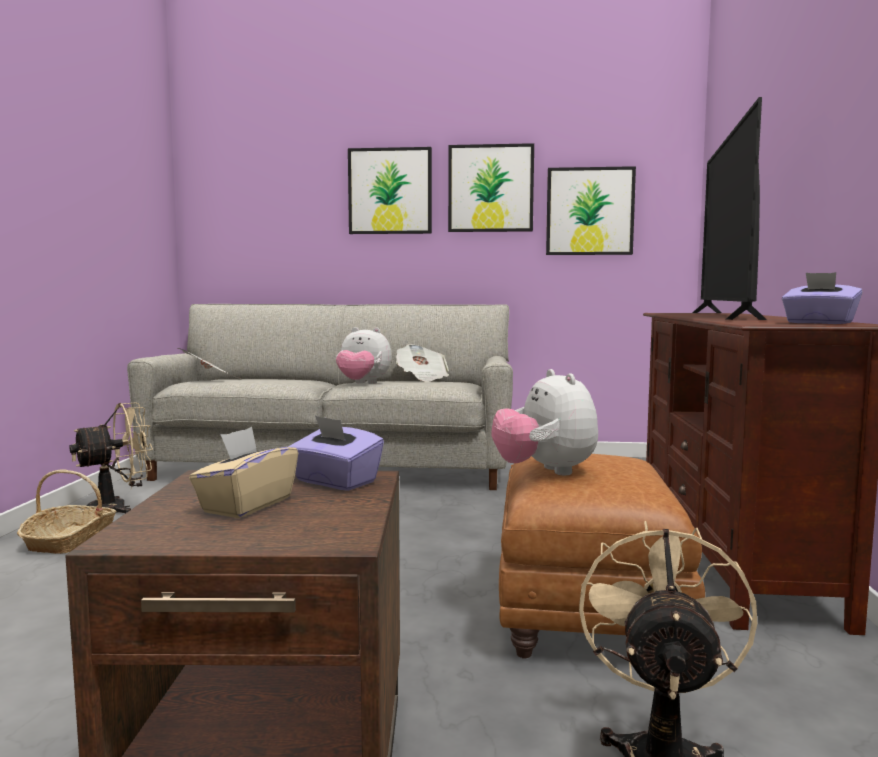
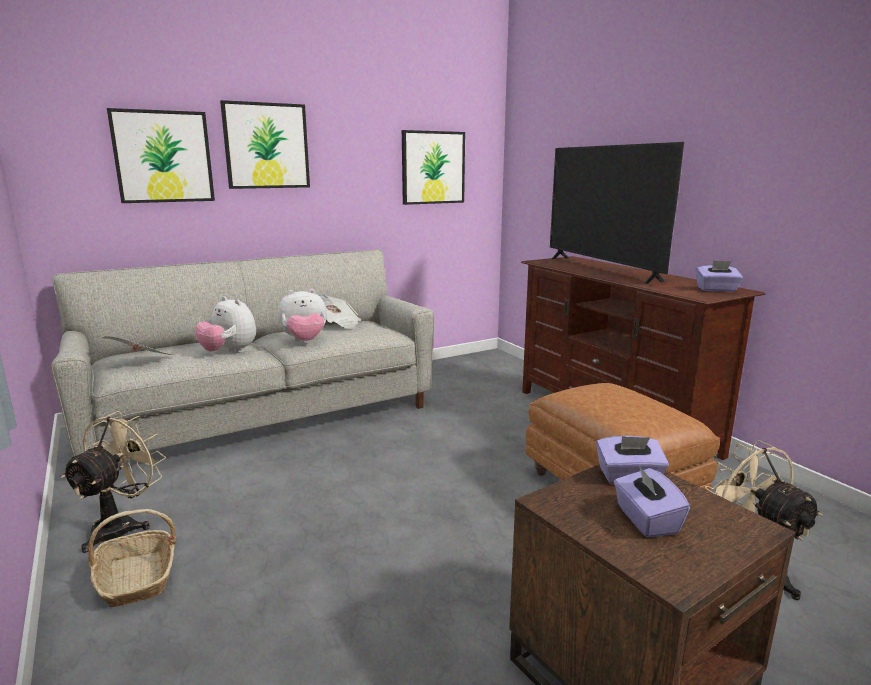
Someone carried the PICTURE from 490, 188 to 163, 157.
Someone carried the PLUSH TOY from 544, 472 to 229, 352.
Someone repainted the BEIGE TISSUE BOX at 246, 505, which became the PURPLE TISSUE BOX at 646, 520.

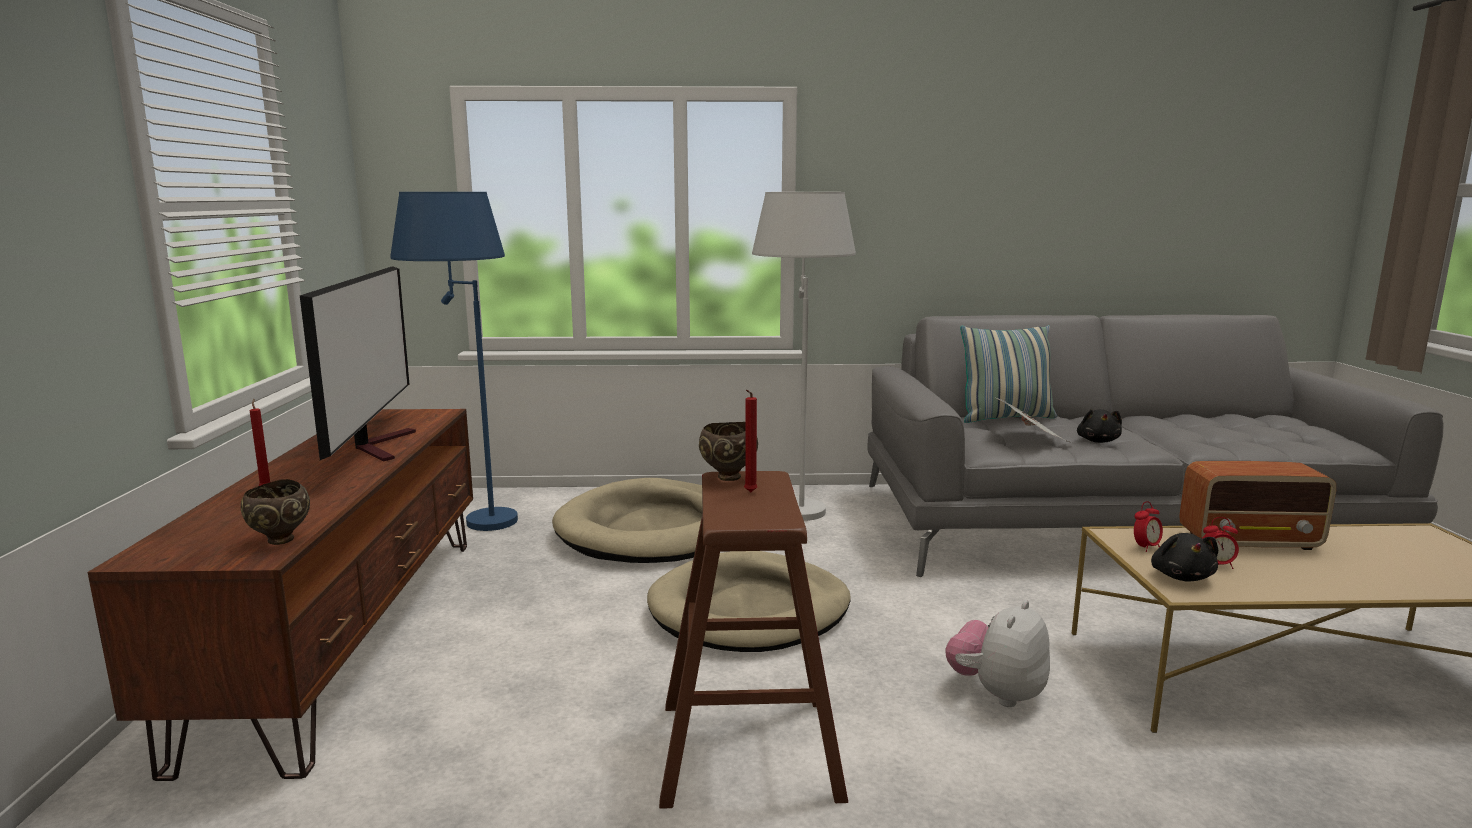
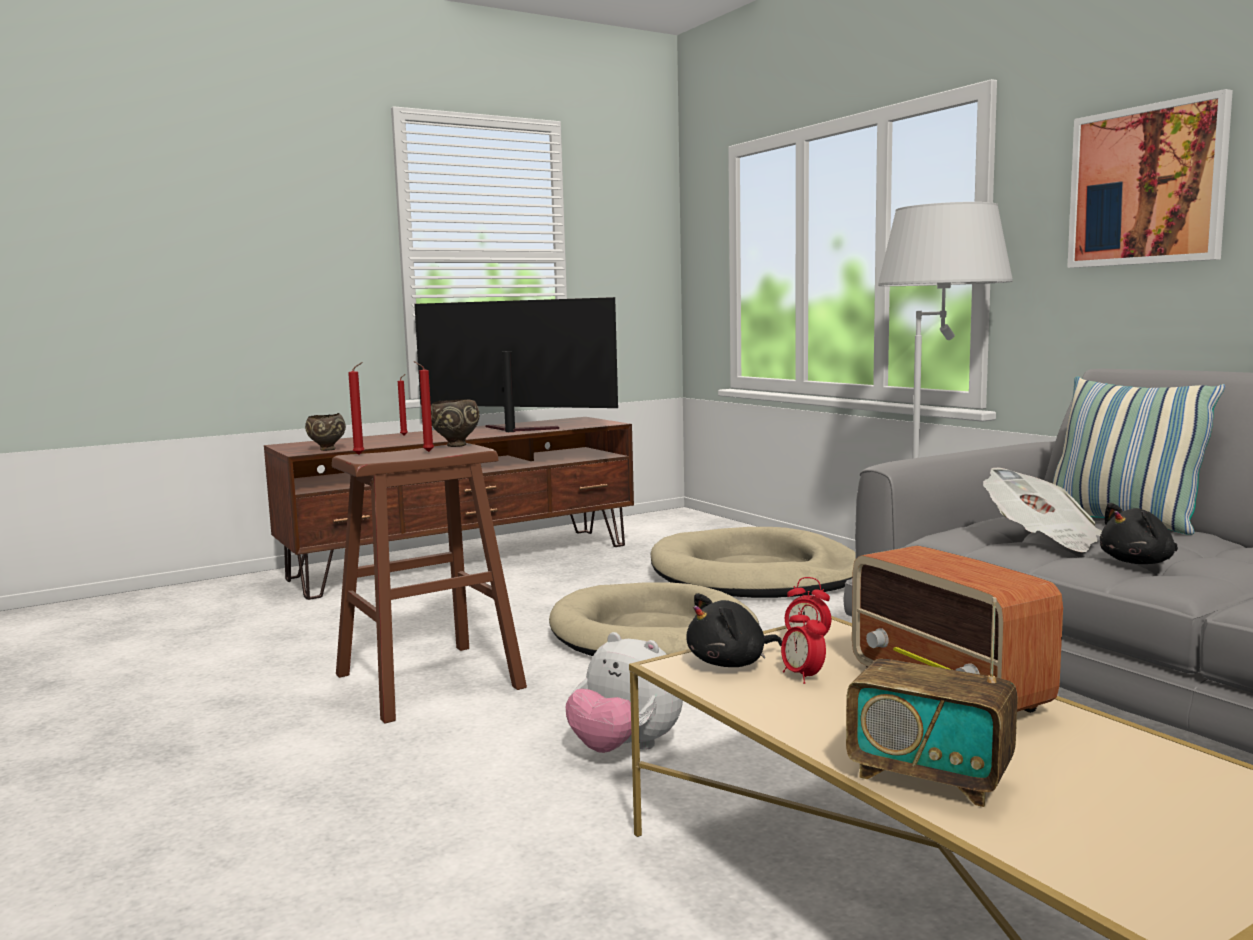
Someone took away the BLUE FLOOR LAMP at 469, 517.
Someone put down the RED CANDLE at 361, 454.
Someone put down the RADIO at 929, 777.
Someone put up the PICTURE at 1147, 185.
Someone rotated the TELEVISION at 379, 445 by 120 degrees counterclockwise.
Someone rotated the PLUSH TOY at 997, 693 by 150 degrees counterclockwise.

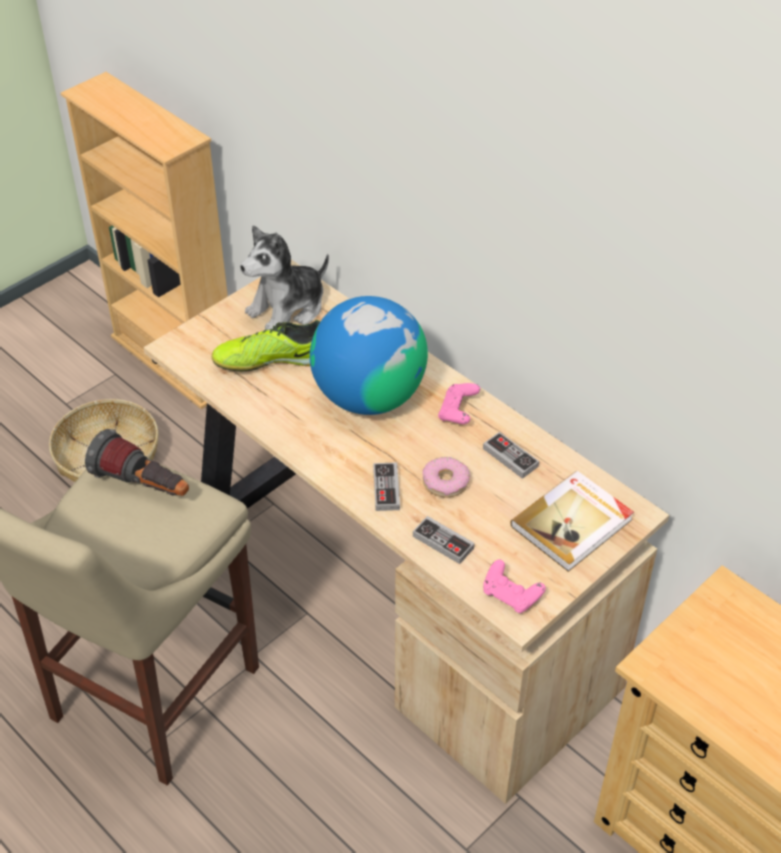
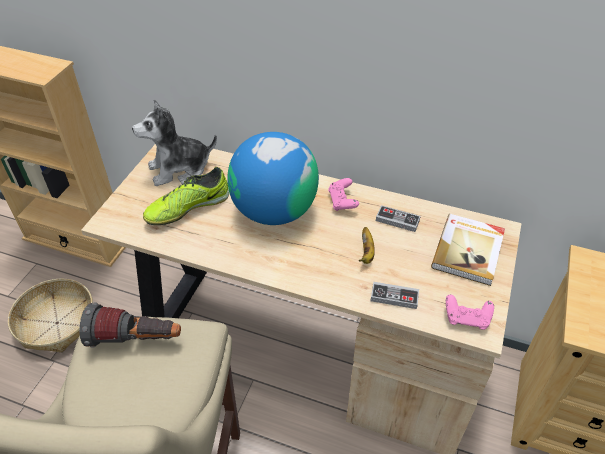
Someone took away the GAME CONTROLLER at 386, 489.
Someone swapped the DONUT at 445, 482 for the BANANA at 366, 253.
Someone rotated the PLUSH TOY at 288, 309 by 45 degrees clockwise.

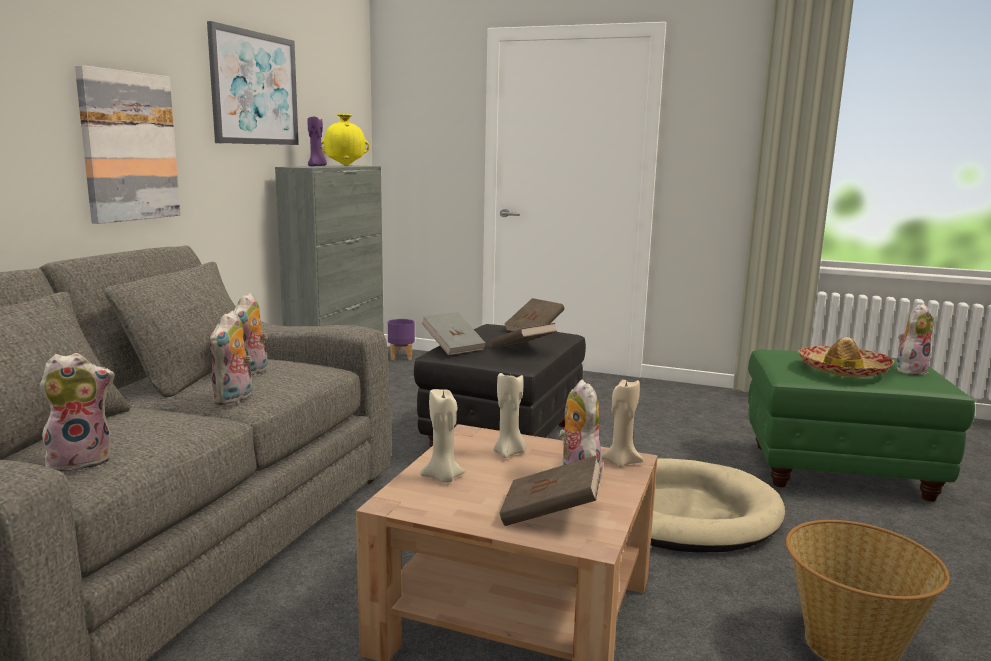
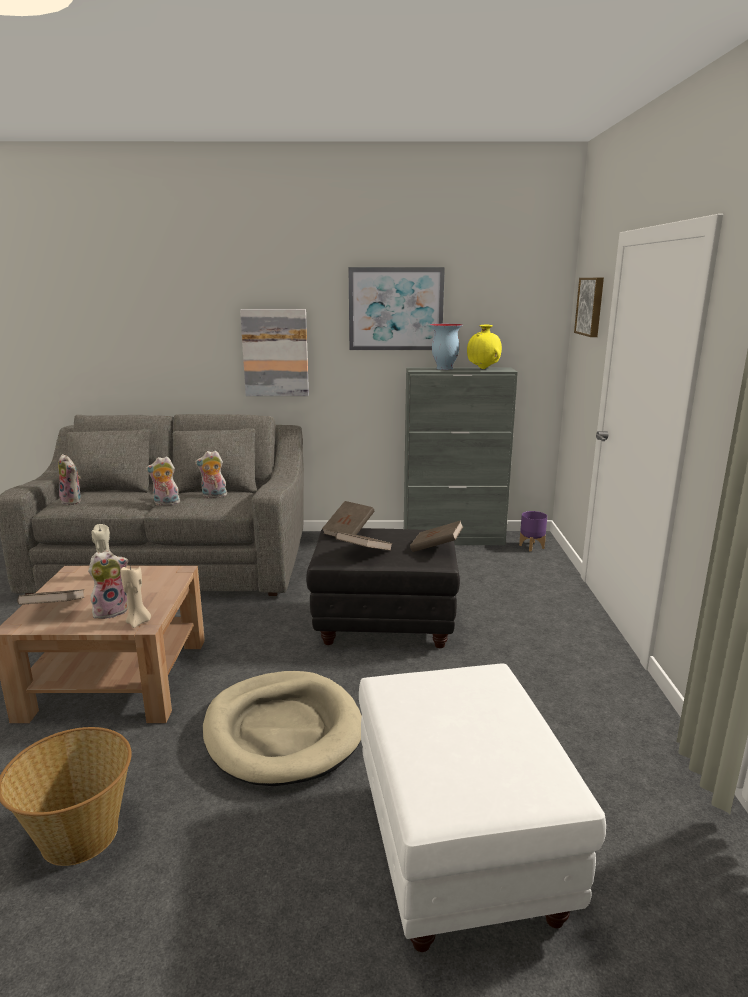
Someone took away the BEIGE CANDLE at 509, 453.
Someone took away the HAT at 843, 370.
Someone took away the PLUSH TOY at 910, 370.
Someone put up the PICTURE at 591, 306.
Someone swapped the PURPLE CANDLE at 317, 166 for the VASE at 444, 368.
Someone repainted the GREY BOOK at 453, 347, which became the BROWN BOOK at 348, 531.
Someone repainted the GREEN OTTOMAN at 838, 471, which became the WHITE OTTOMAN at 461, 849.

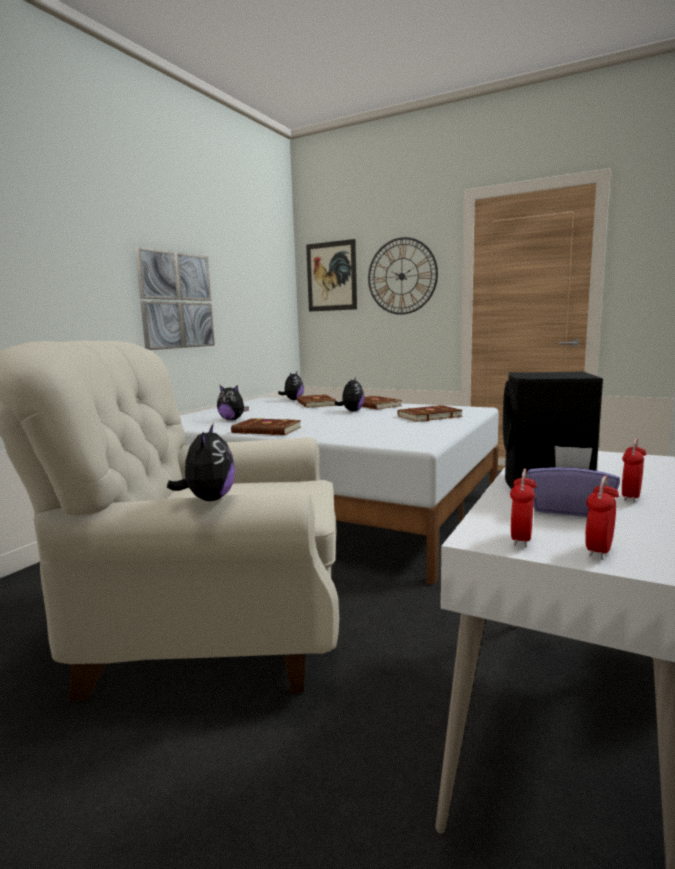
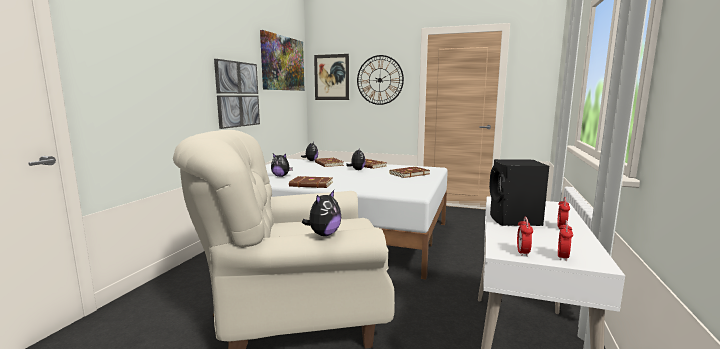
Someone took away the PURPLE TISSUE BOX at 569, 509.
Someone put up the PICTURE at 283, 63.
Someone rotated the PLUSH TOY at 208, 499 by 45 degrees clockwise.

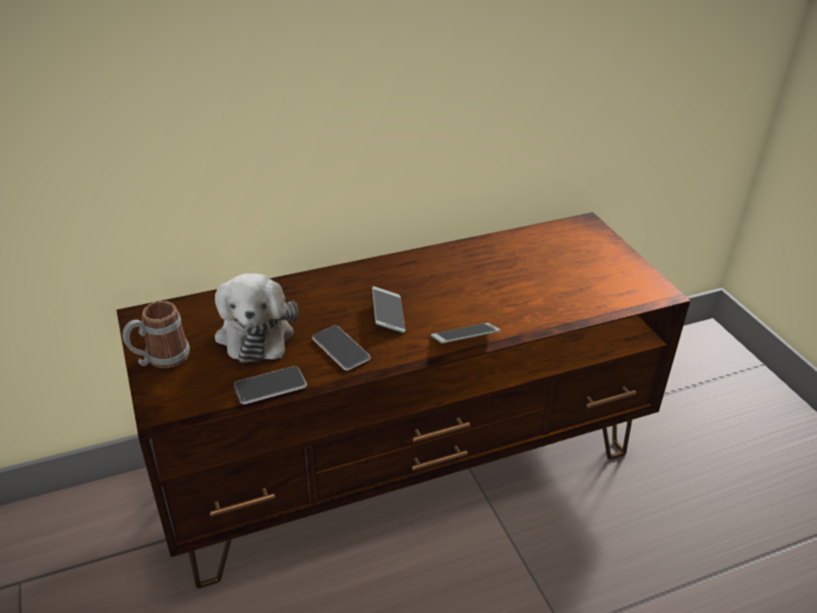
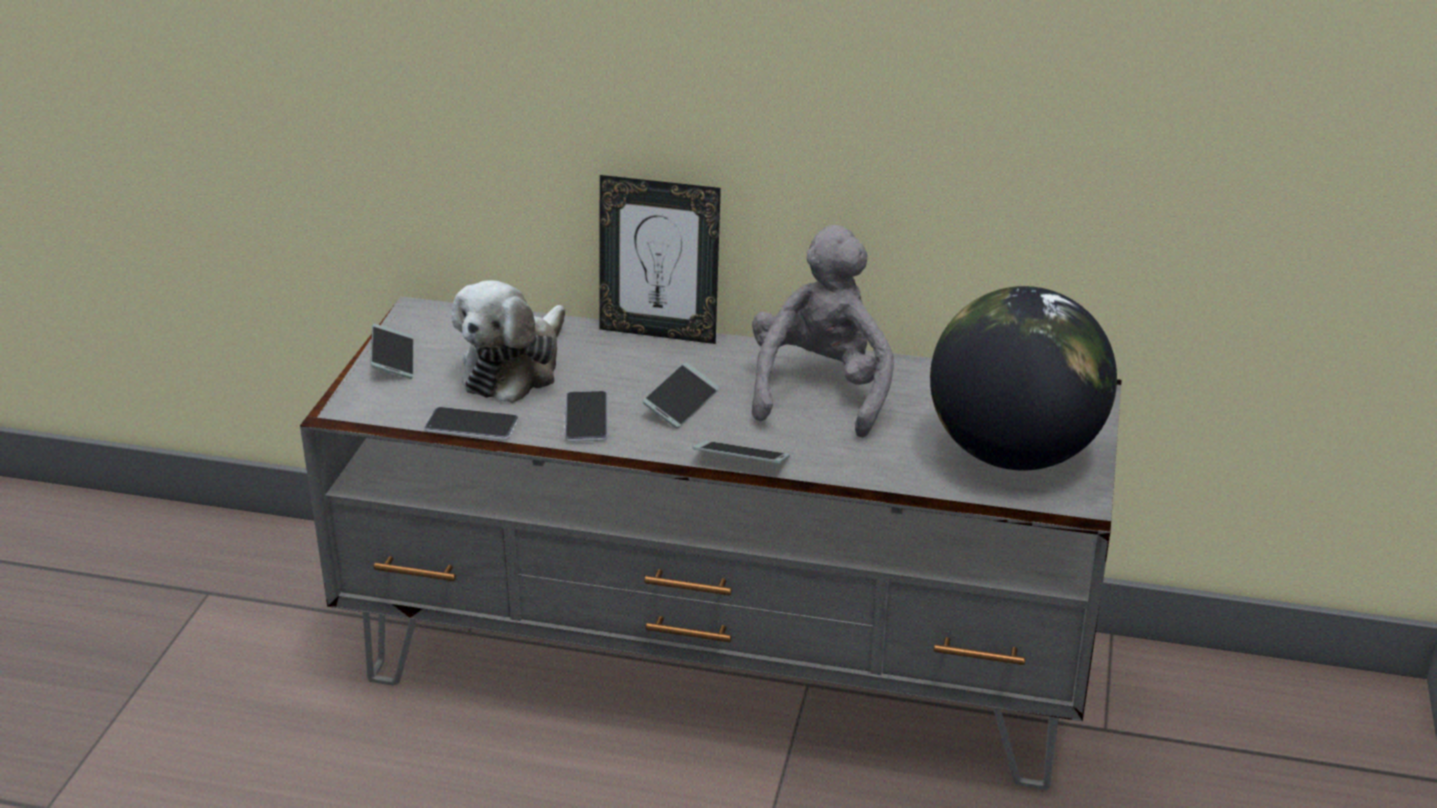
Someone put down the PICTURE FRAME at 659, 331.
Someone put down the GREY PLUSH TOY at 821, 391.
Someone put down the GLOBE at 1014, 454.
Someone swapped the MUG at 160, 359 for the PHONE at 393, 359.
Someone repainted the BROWN TV STAND at 406, 467, which became the GREY TV STAND at 720, 668.

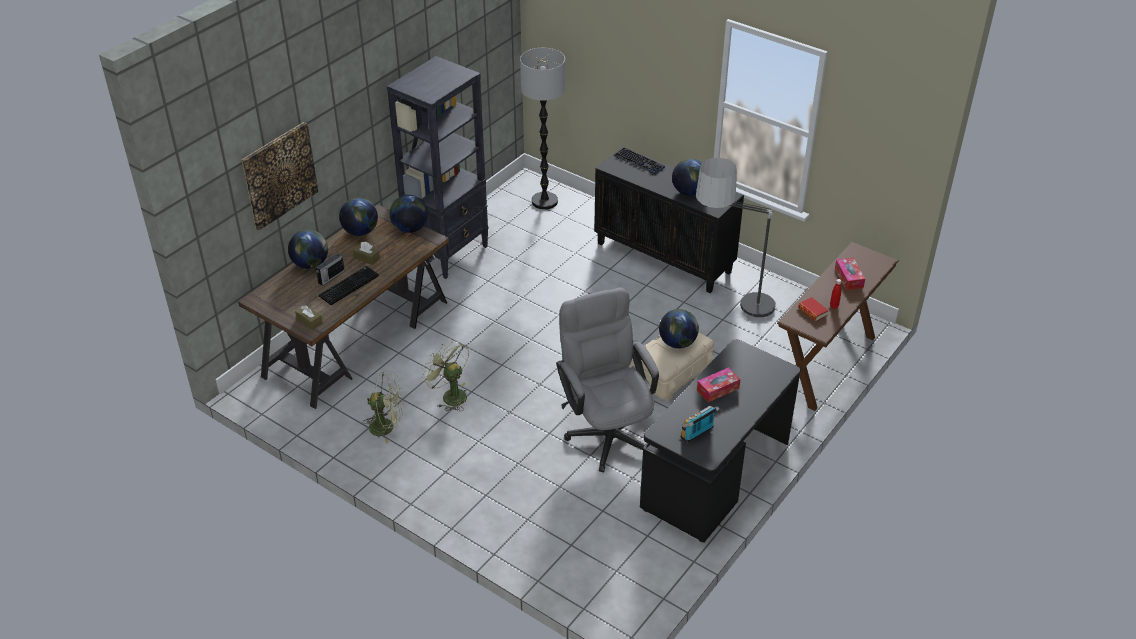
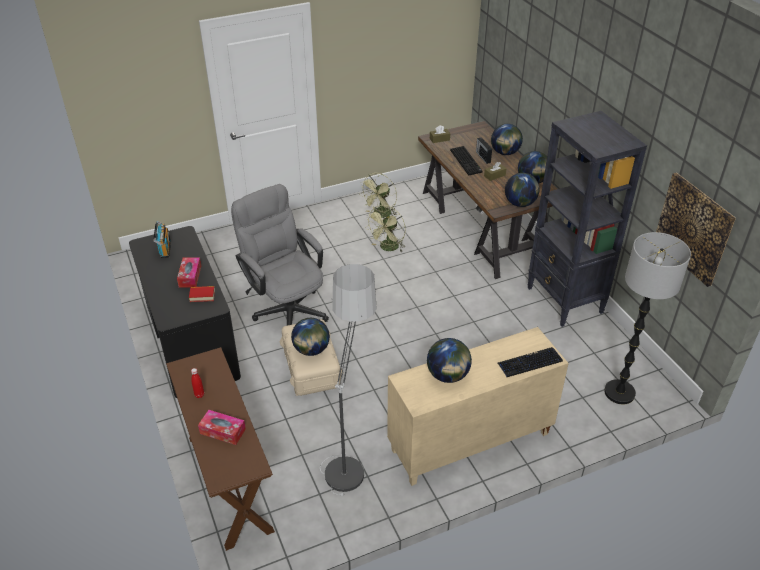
Someone carried the PICTURE from 279, 175 to 694, 228.
Someone carried the BOOK from 812, 312 to 202, 296.
Someone repainted the BLACK CABINET at 665, 257, which became the BEIGE CABINET at 469, 443.
Someone rotated the GREEN FAN at 450, 395 by 135 degrees clockwise.
Someone rotated the GREY OFFICE CHAIR at 607, 430 by 135 degrees counterclockwise.

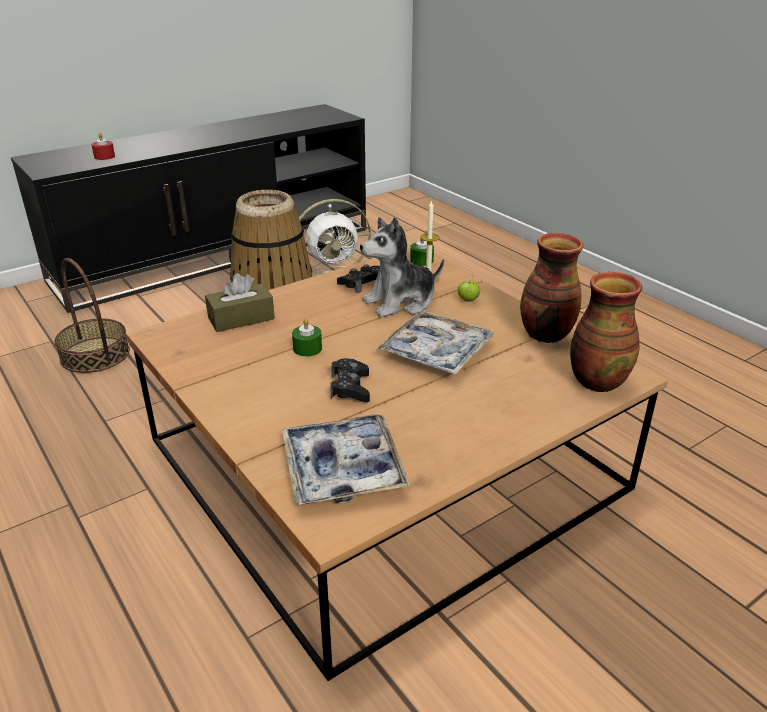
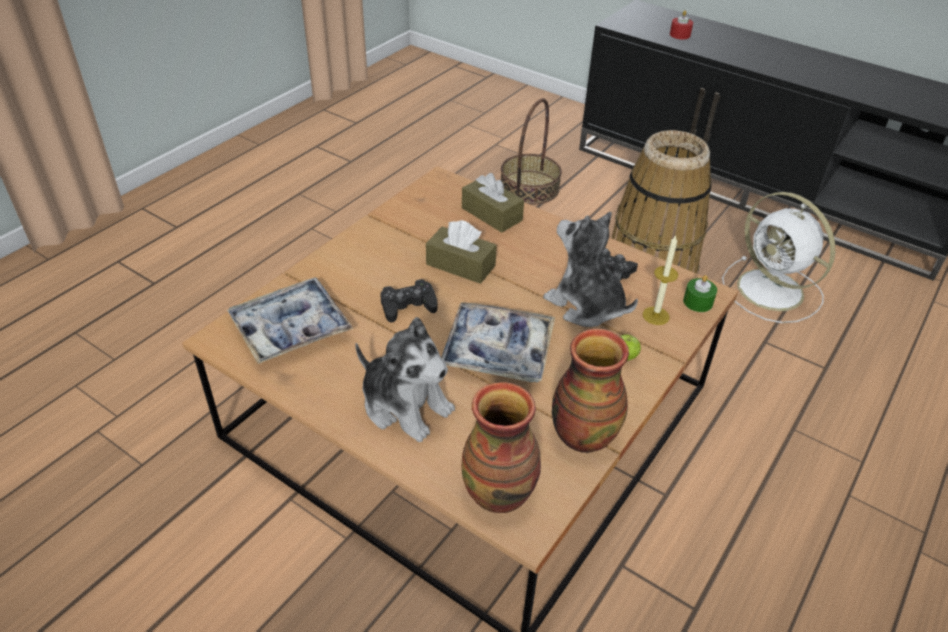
Someone put down the PLUSH TOY at 405, 405.
Someone swapped the GREEN CANDLE at 307, 348 for the BROWN TISSUE BOX at 460, 265.

